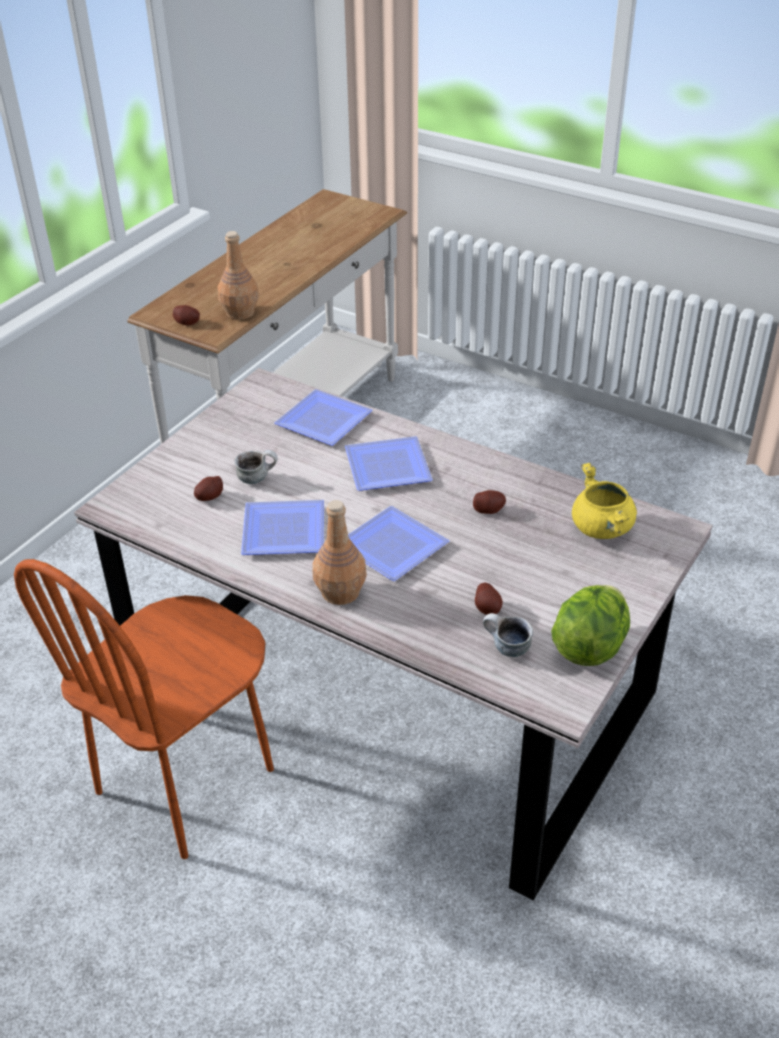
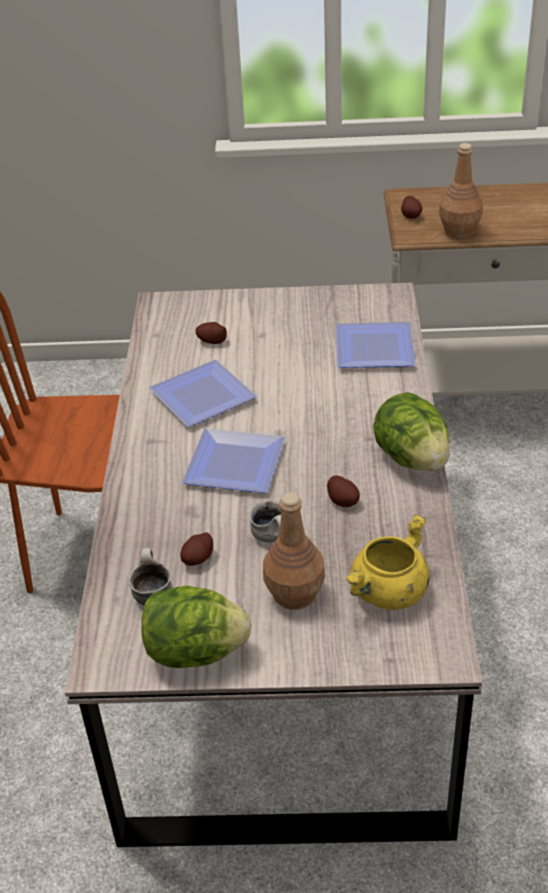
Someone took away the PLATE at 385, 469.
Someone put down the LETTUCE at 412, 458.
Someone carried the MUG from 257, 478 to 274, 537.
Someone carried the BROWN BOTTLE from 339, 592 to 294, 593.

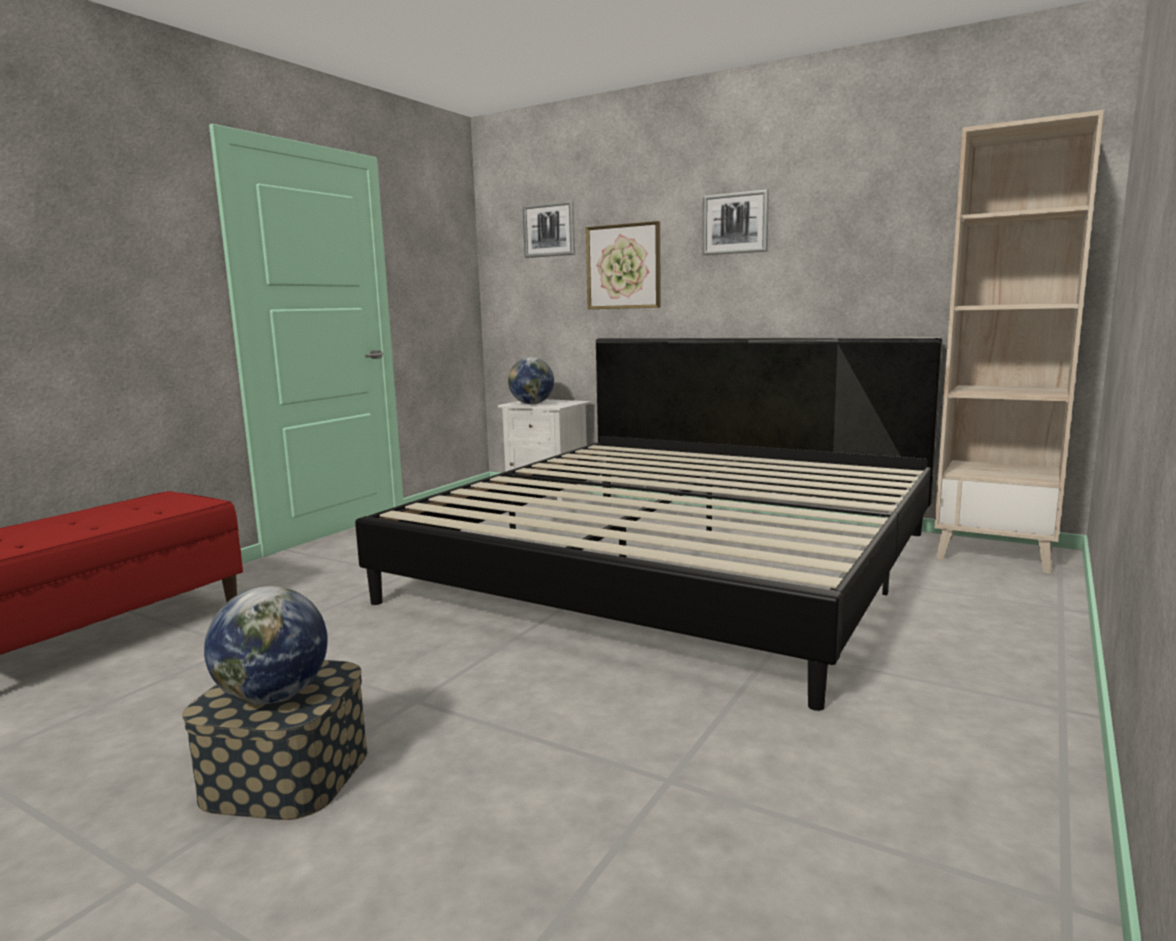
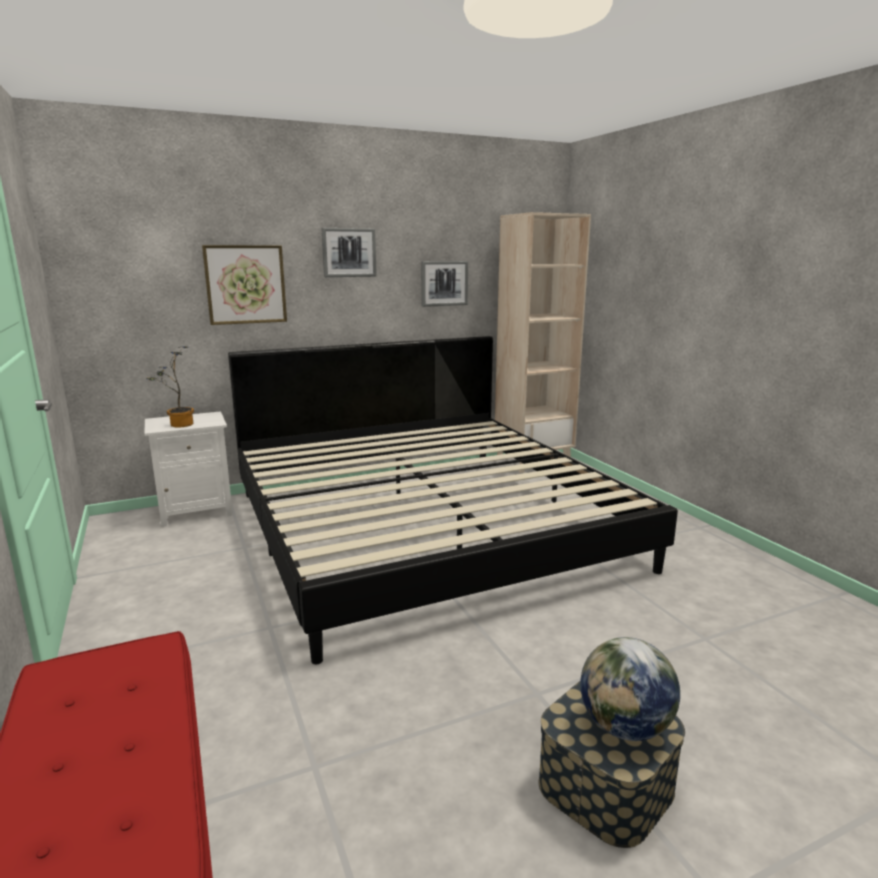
Someone carried the PICTURE from 549, 230 to 444, 283.
Someone swapped the GLOBE at 532, 404 for the POTTED PLANT at 178, 425.

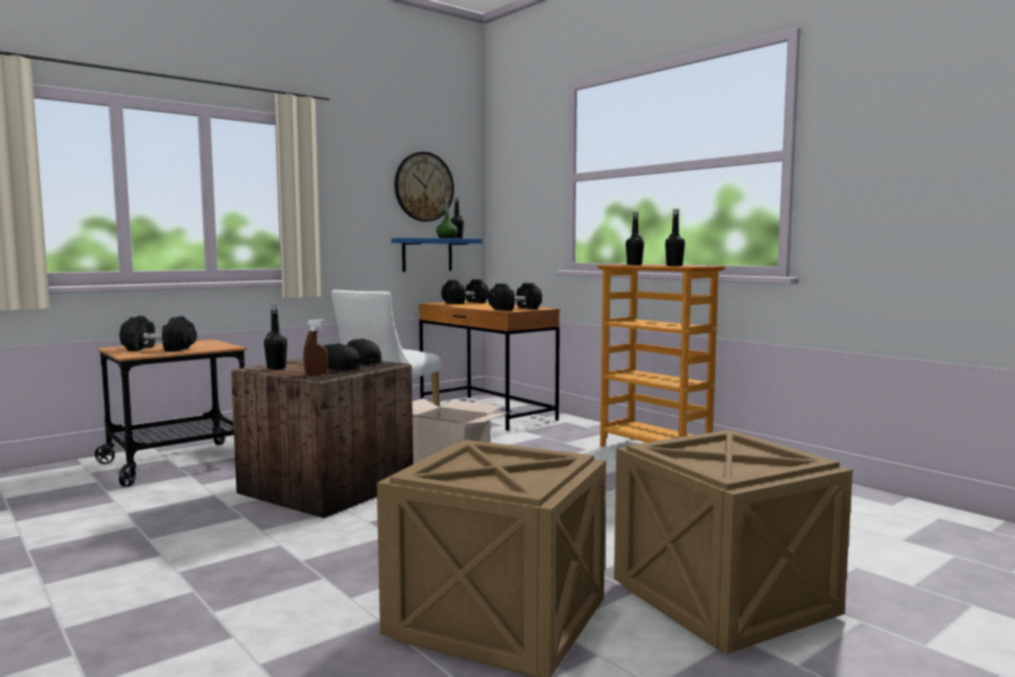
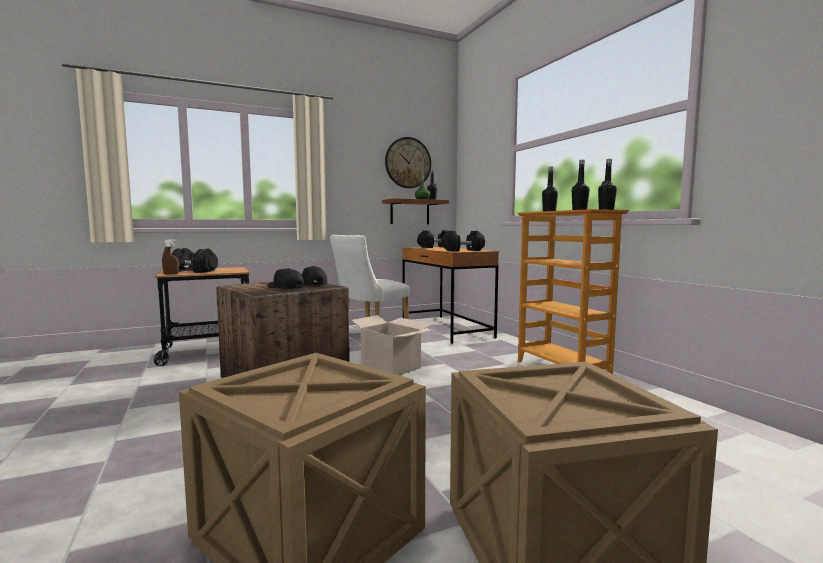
Someone carried the BLACK BOTTLE from 276, 368 to 606, 210.
Someone carried the BROWN SPRAY BOTTLE from 316, 374 to 171, 274.
Someone repainted the BLUE SHELF at 427, 255, which became the BROWN SHELF at 410, 212.

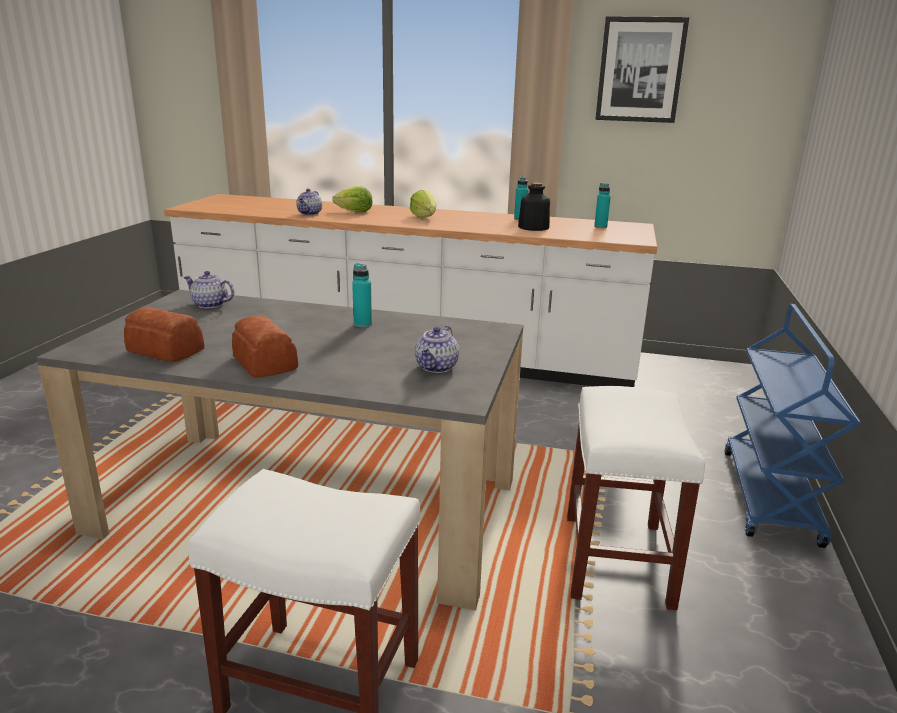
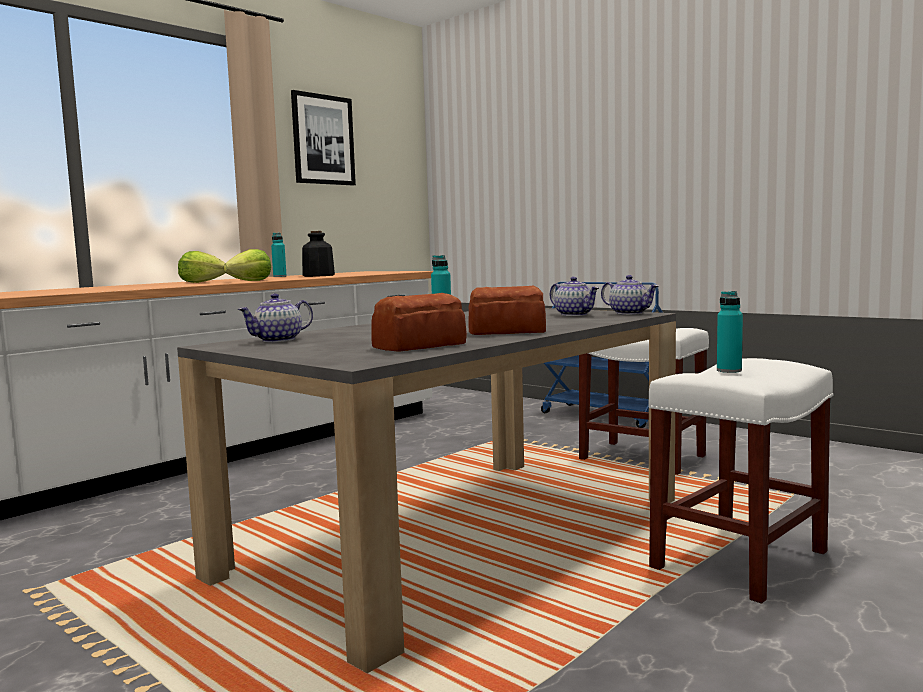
Someone carried the TEAPOT from 310, 213 to 629, 313.
Someone carried the LETTUCE from 354, 211 to 250, 281.
Someone carried the TURQUOISE BOTTLE from 600, 227 to 729, 370.

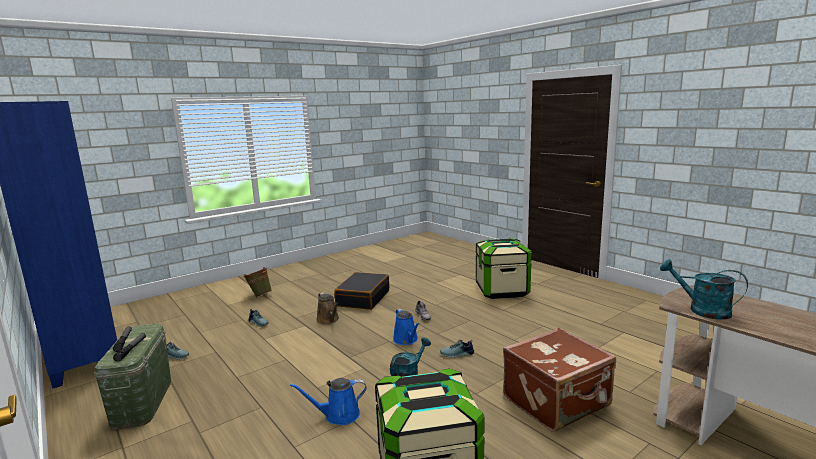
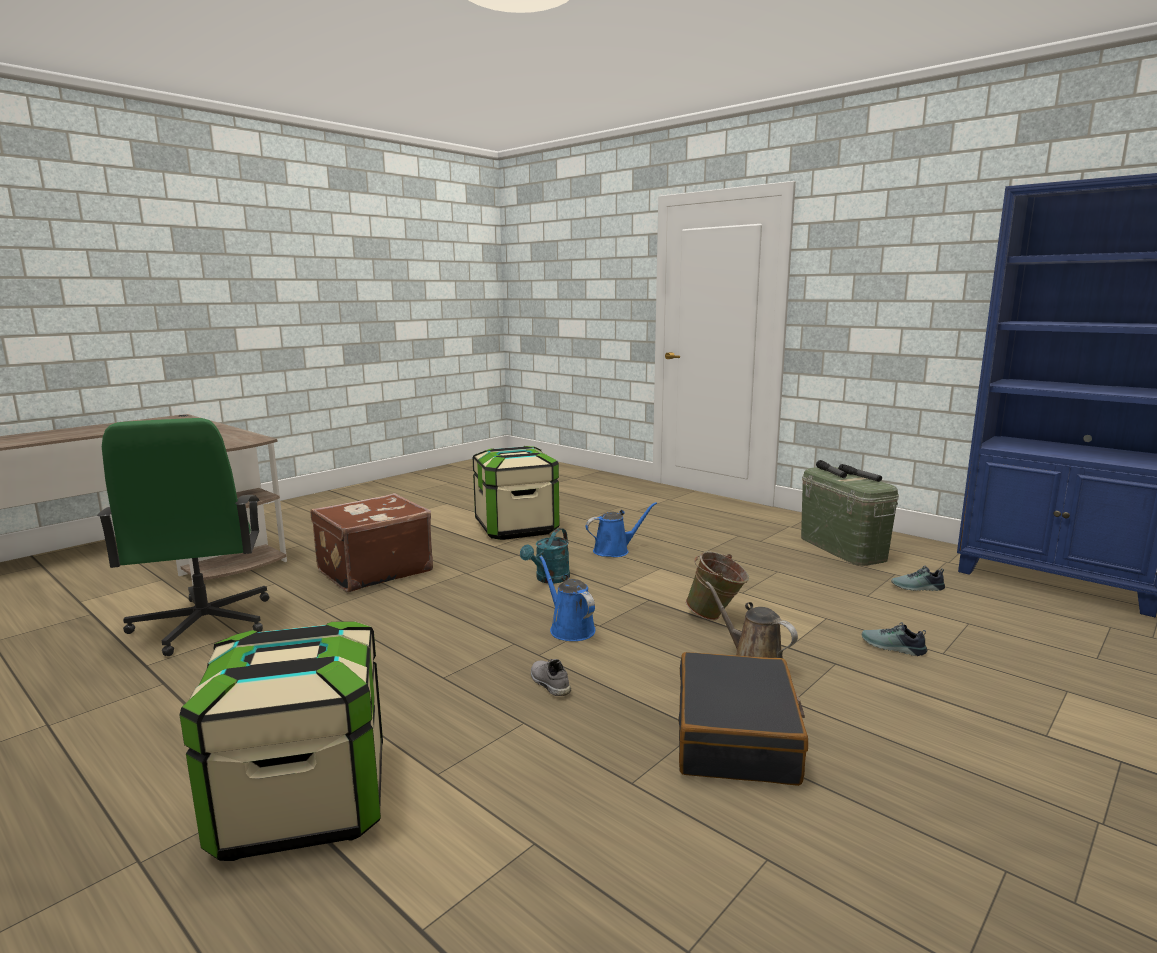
Someone took away the SHOE at 457, 354.
Someone took away the TURQUOISE WATERING CAN at 701, 310.
Someone put down the GREEN OFFICE CHAIR at 202, 624.
Someone carried the GREEN BUCKET from 259, 295 to 716, 617.

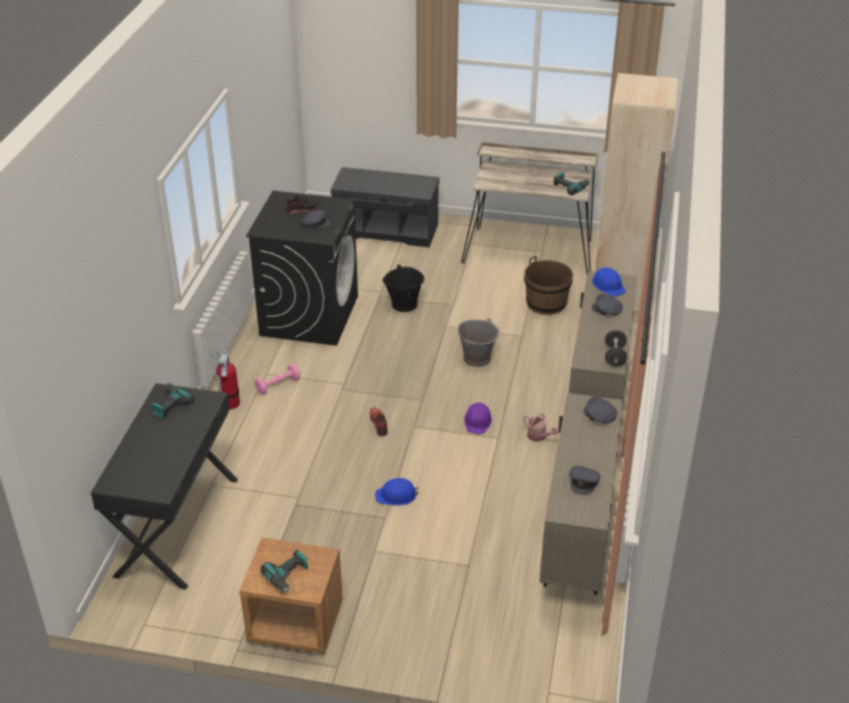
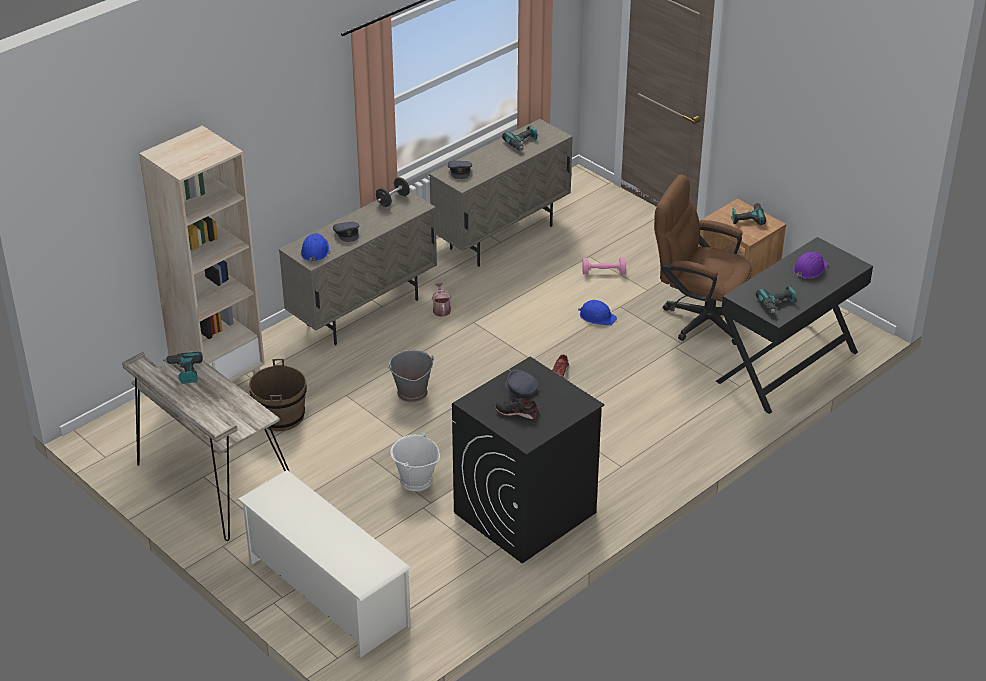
Someone took away the FIRE EXTINGUISHER at 230, 403.
Someone put down the BROWN OFFICE CHAIR at 698, 317.
Someone carried the PINK DUMBBELL from 278, 385 to 603, 272.
Someone carried the PURPLE HARD HAT from 478, 421 to 809, 269.
Someone swapped the GREY BENCH at 387, 230 for the WHITE SHOE RACK at 327, 593.
Someone swapped the GREY CAP at 583, 482 for the POWER DRILL at 522, 143.
Someone repainted the BLACK BUCKET at 404, 304, which became the WHITE BUCKET at 415, 480.

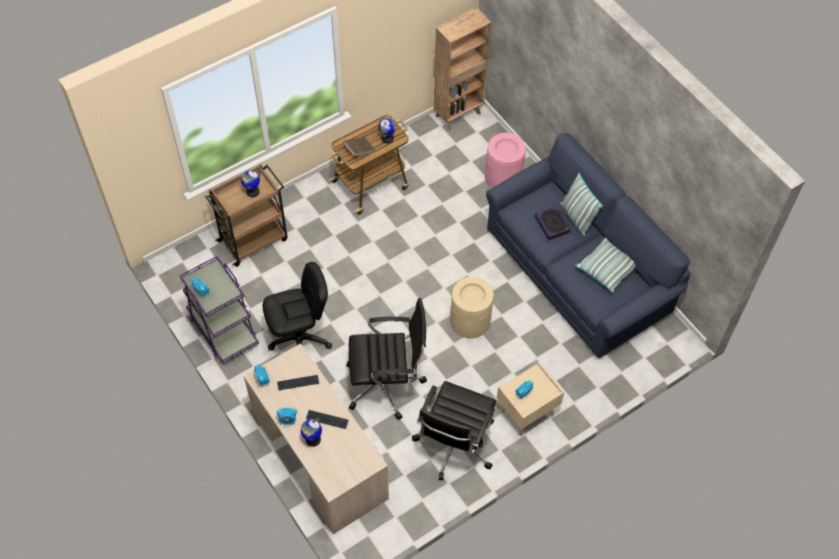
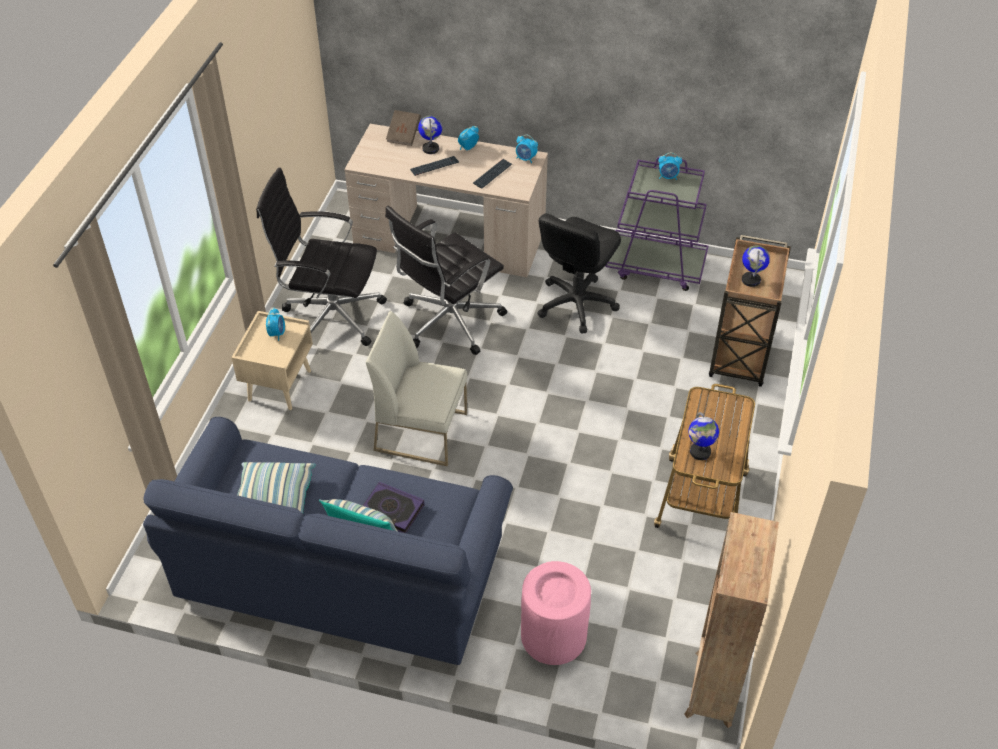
Someone carried the BROWN BOOK from 359, 151 to 404, 135.
Someone swapped the BEIGE TRASH CAN at 470, 321 for the WHITE CHAIR at 422, 431.
Someone rotated the BLACK OFFICE CHAIR at 454, 445 by 60 degrees counterclockwise.

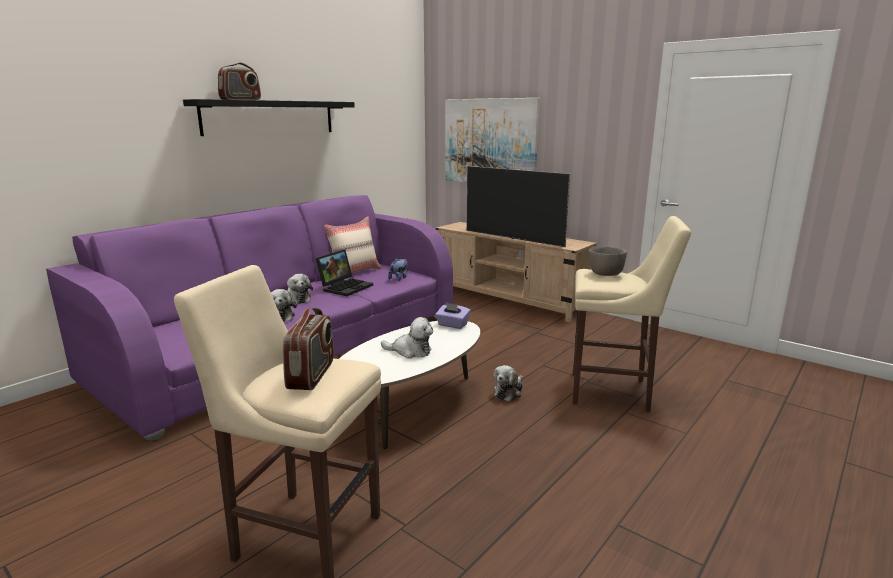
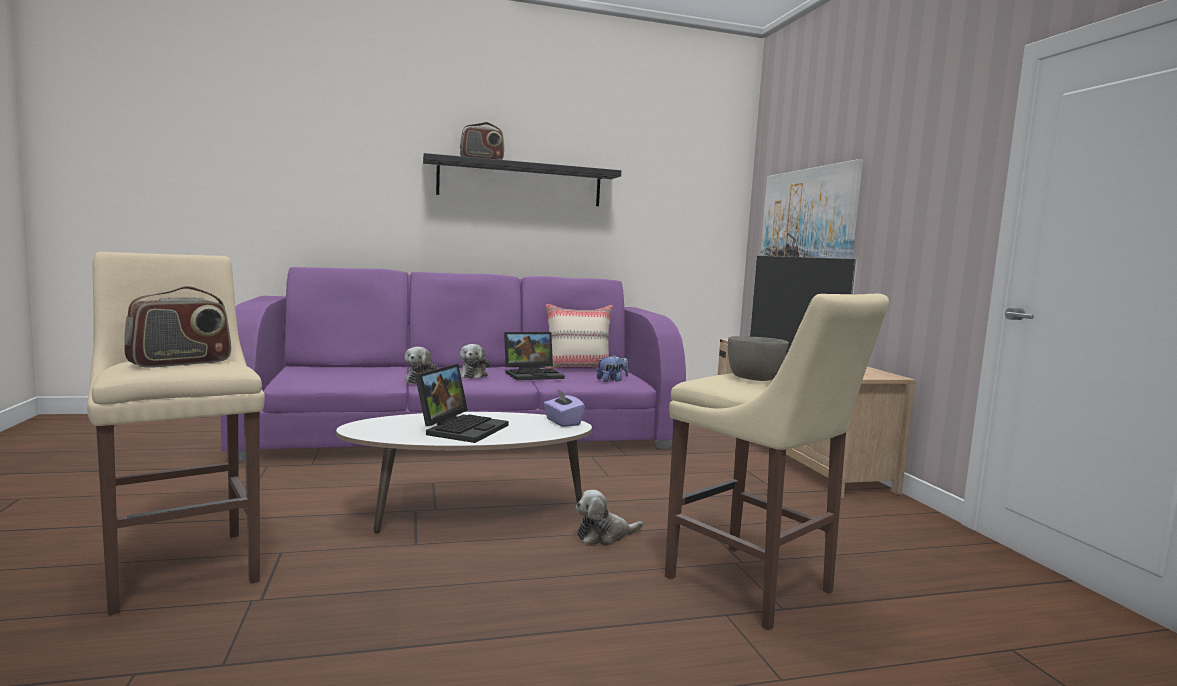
Someone swapped the PLUSH TOY at 410, 351 for the LAPTOP at 461, 428.

